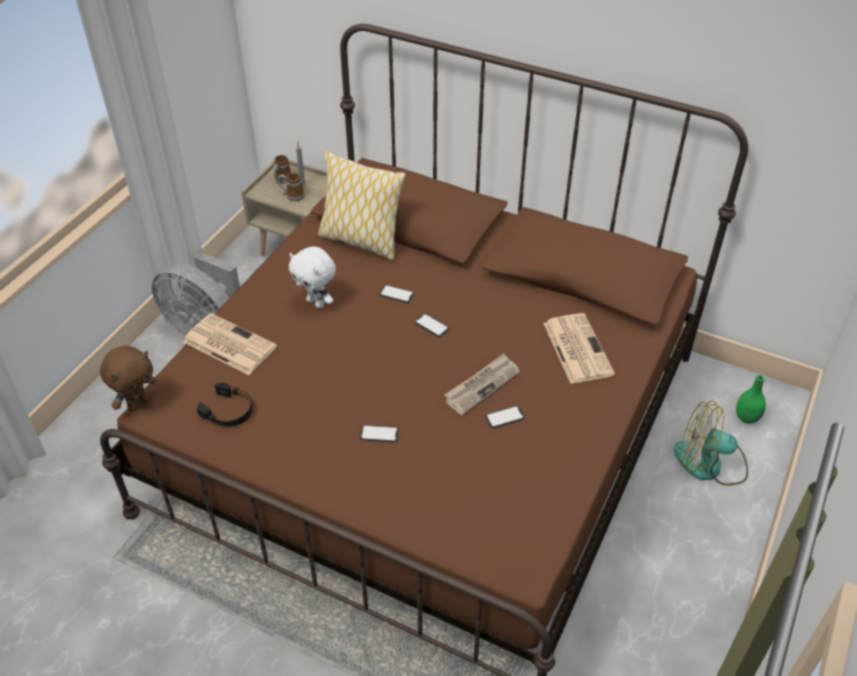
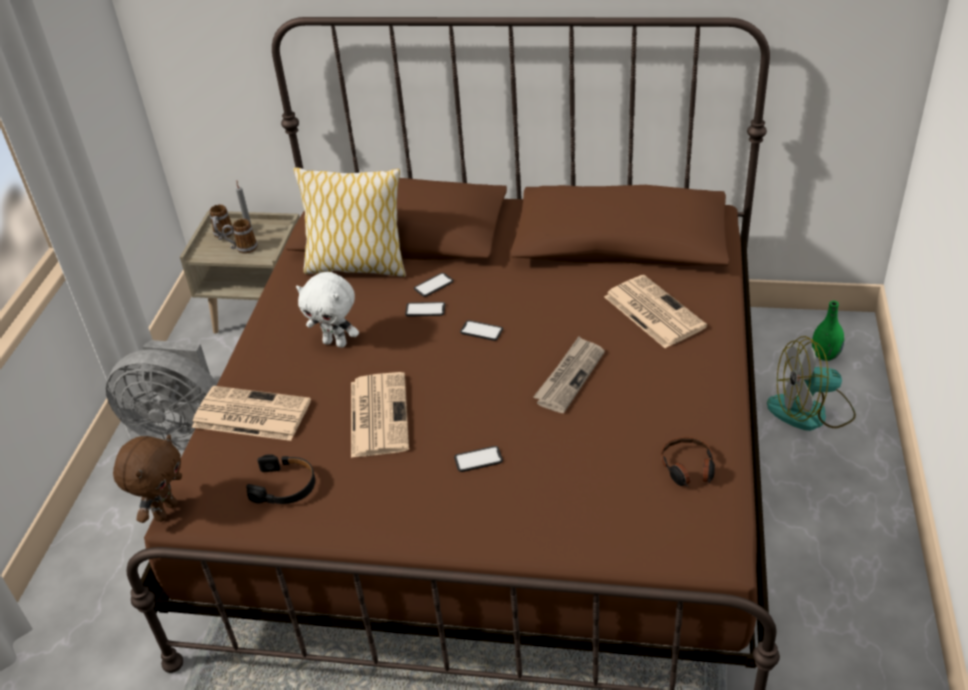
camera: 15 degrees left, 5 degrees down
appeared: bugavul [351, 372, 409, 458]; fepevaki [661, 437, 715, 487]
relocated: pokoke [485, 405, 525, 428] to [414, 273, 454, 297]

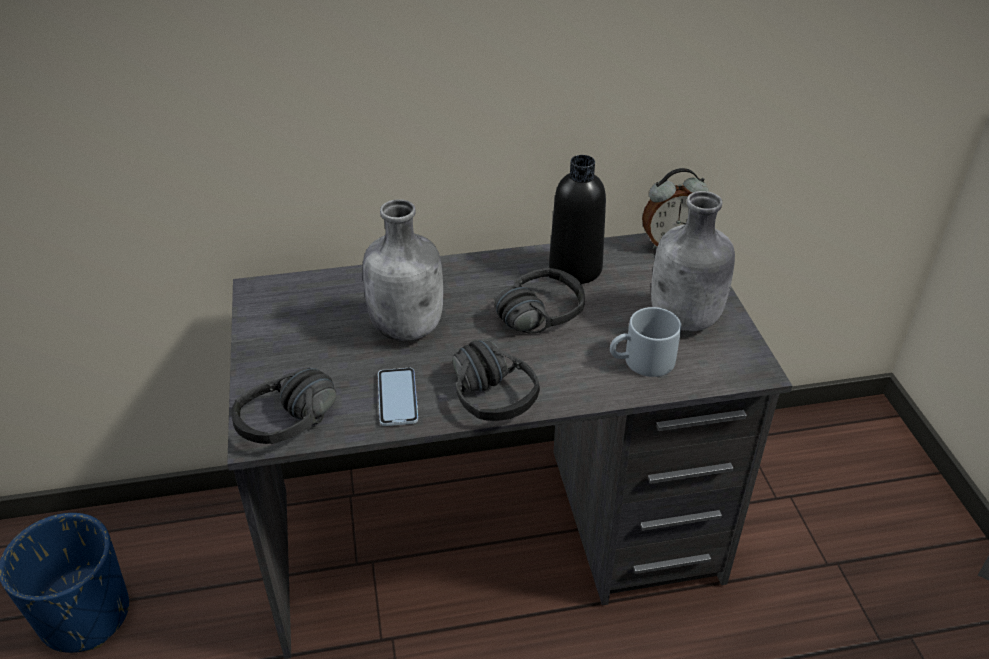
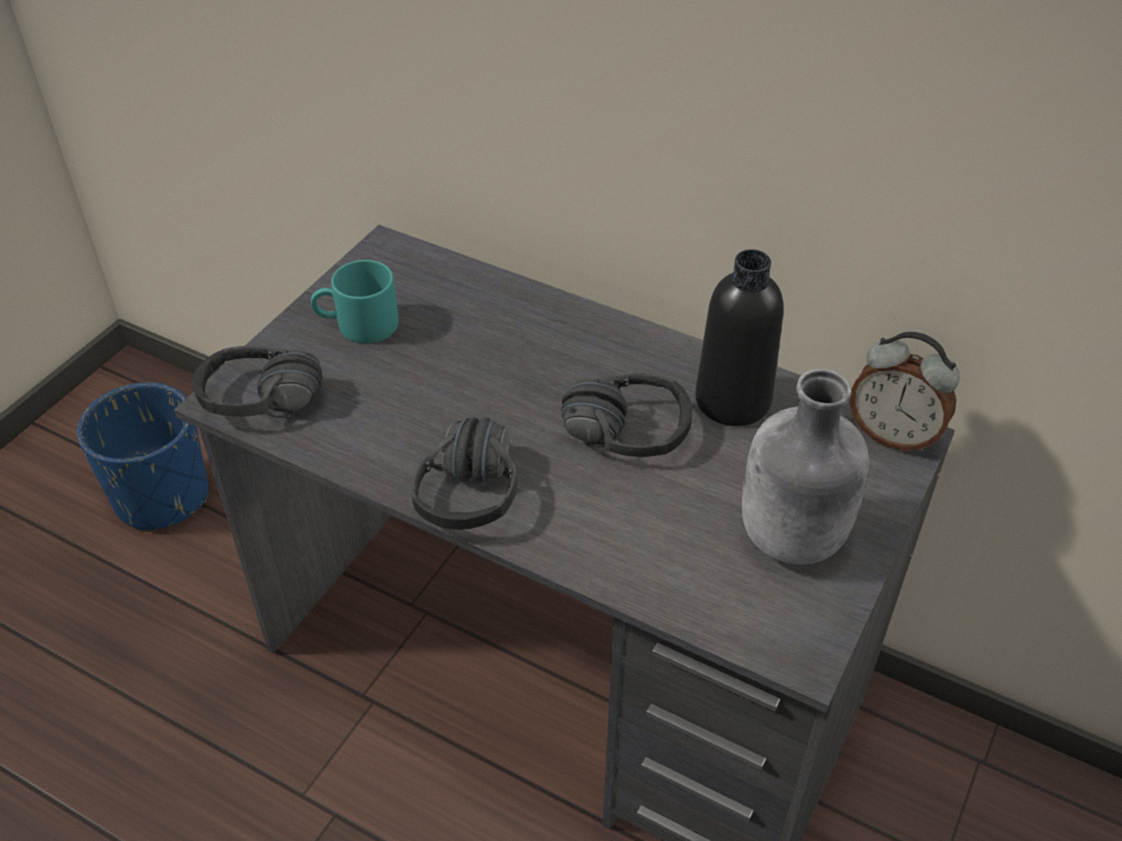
camera: 40 degrees right, 5 degrees up
missing: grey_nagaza [363, 199, 443, 341]; pokoke [378, 368, 418, 426]; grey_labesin [610, 307, 681, 377]
appeared: turquoise_labesin [311, 260, 399, 343]

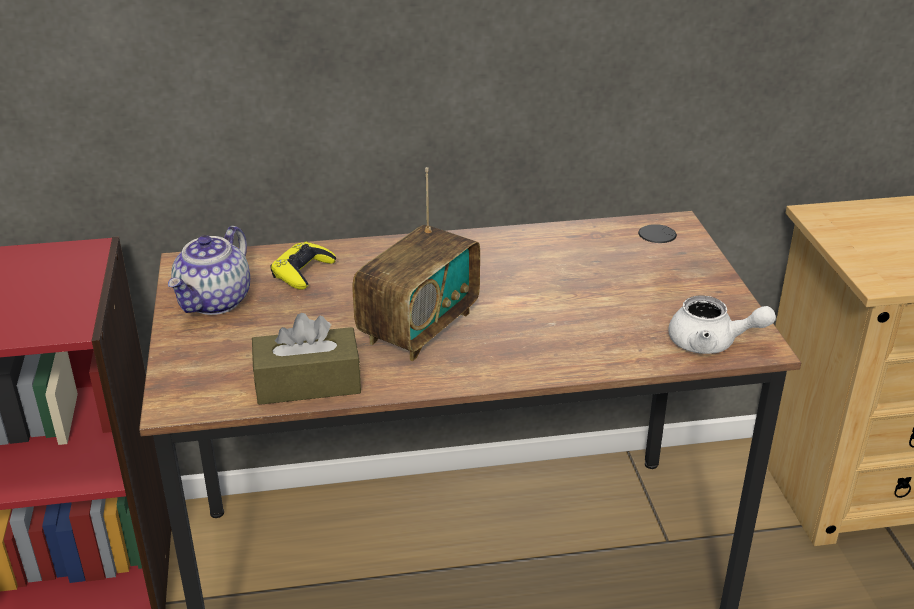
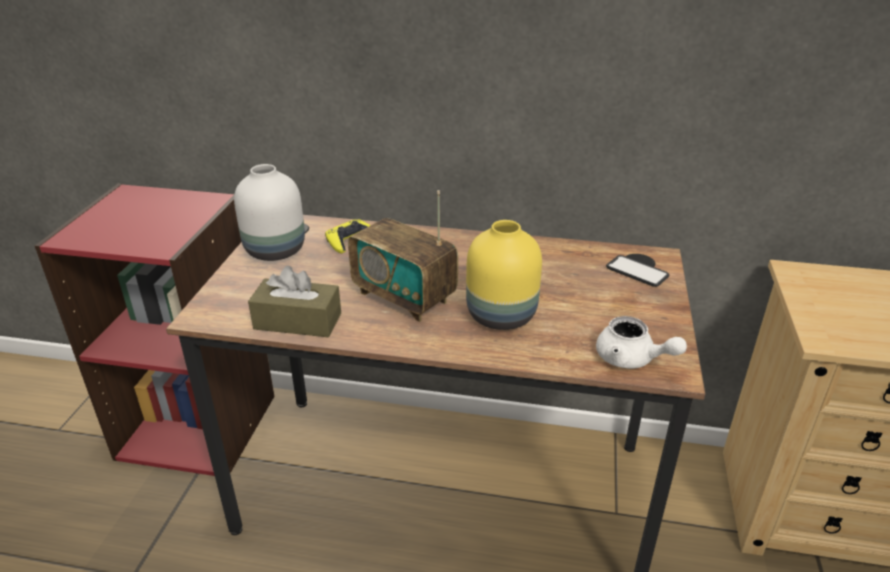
camera: 20 degrees right, 0 degrees up
appeared: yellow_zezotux [466, 220, 542, 330]; pokoke [606, 255, 670, 287]
exchanged: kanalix [168, 226, 250, 315] to white_zezotux [234, 164, 305, 261]
spun: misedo [352, 167, 480, 361] = [348, 190, 458, 322] 75 degrees clockwise

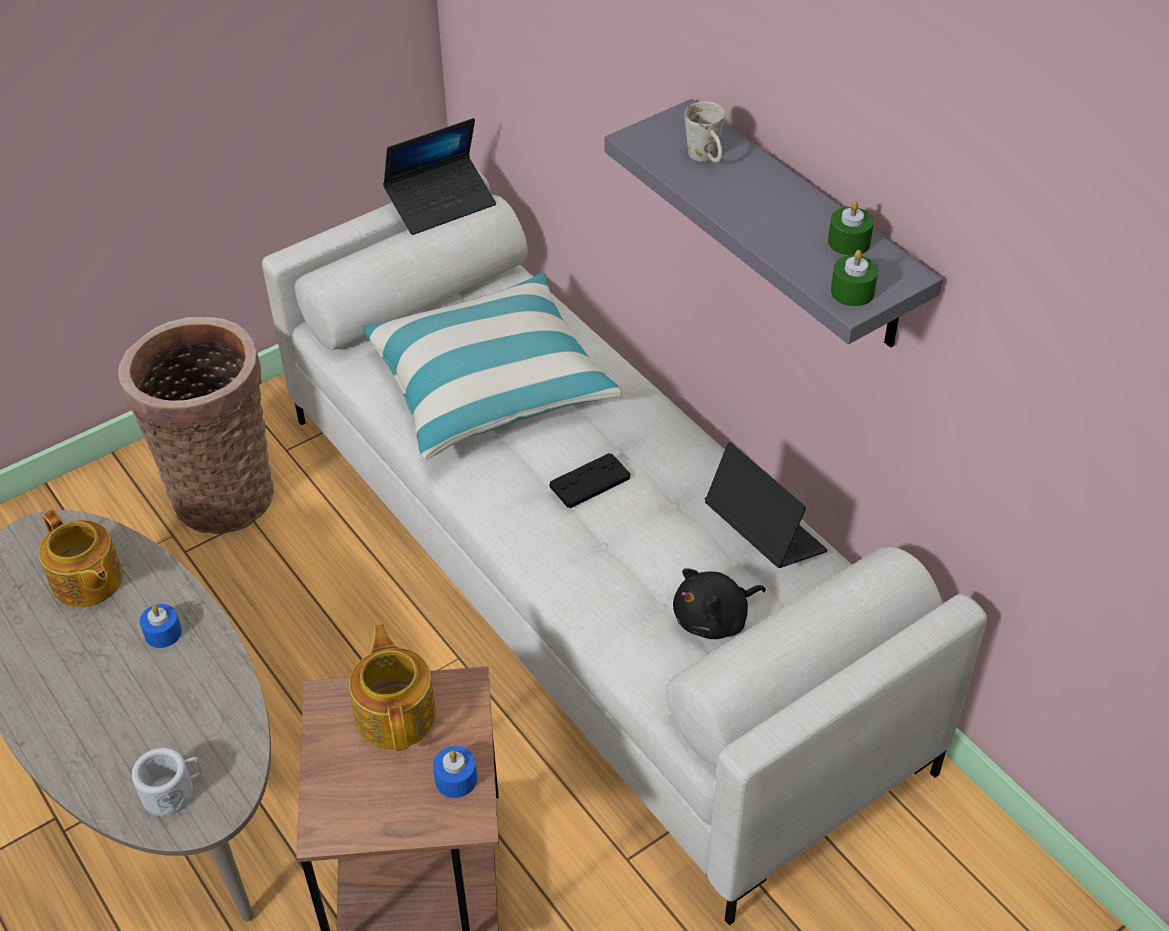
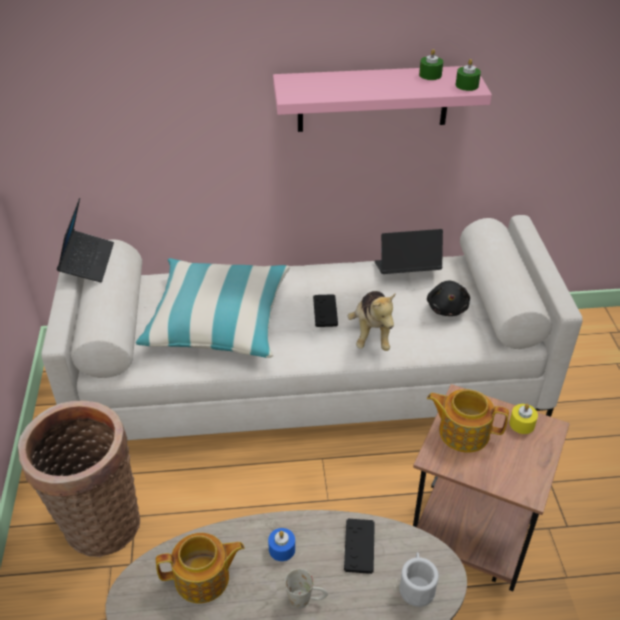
camera: 60 degrees left, 5 degrees down
appeared: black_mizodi [344, 519, 375, 574]; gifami [348, 291, 396, 351]
relocated: white_labesin [684, 101, 725, 163] to [285, 569, 328, 609]
colour: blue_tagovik [433, 746, 477, 798] to yellow_tagovik [509, 404, 538, 434]; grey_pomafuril [605, 99, 943, 348] to pink_pomafuril [273, 66, 492, 132]

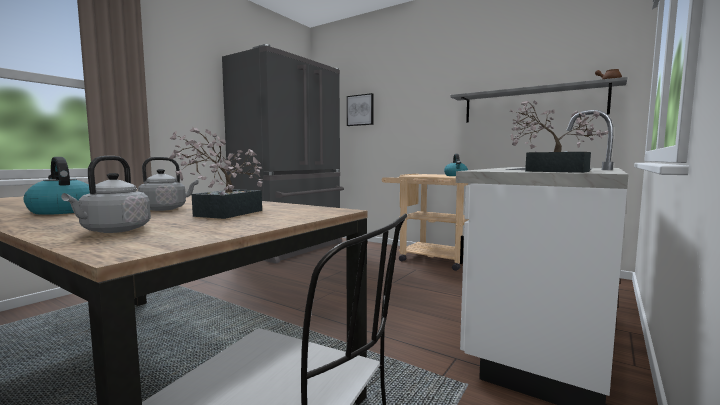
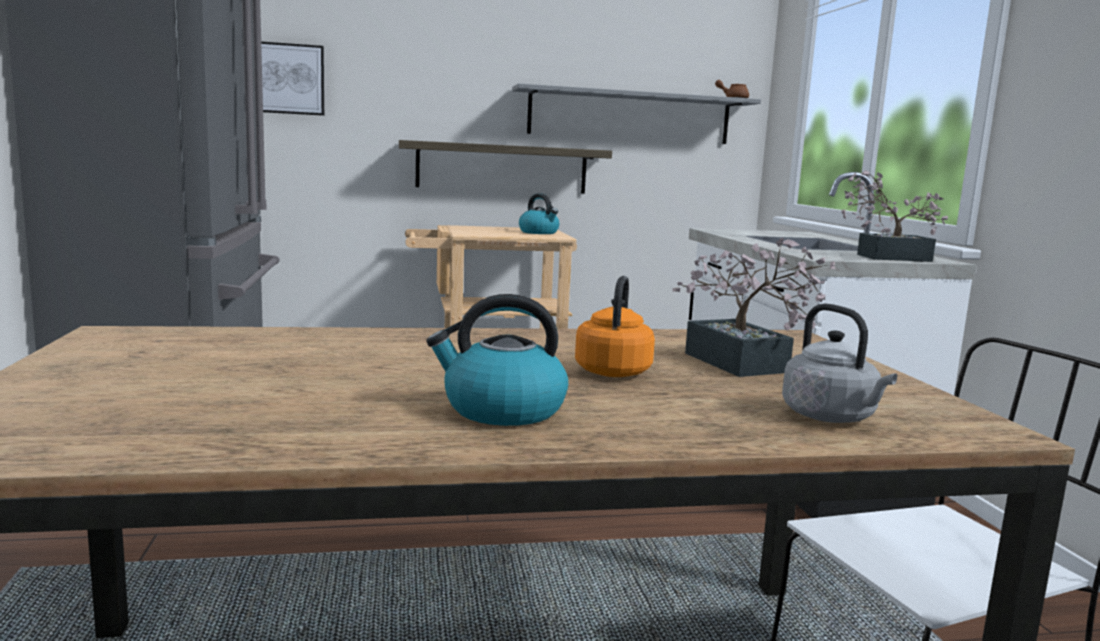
camera: 45 degrees left, 5 degrees up
appeared: pomafuril [399, 140, 612, 194]
colour: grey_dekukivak [138, 157, 198, 211] to orange_dekukivak [575, 276, 655, 377]

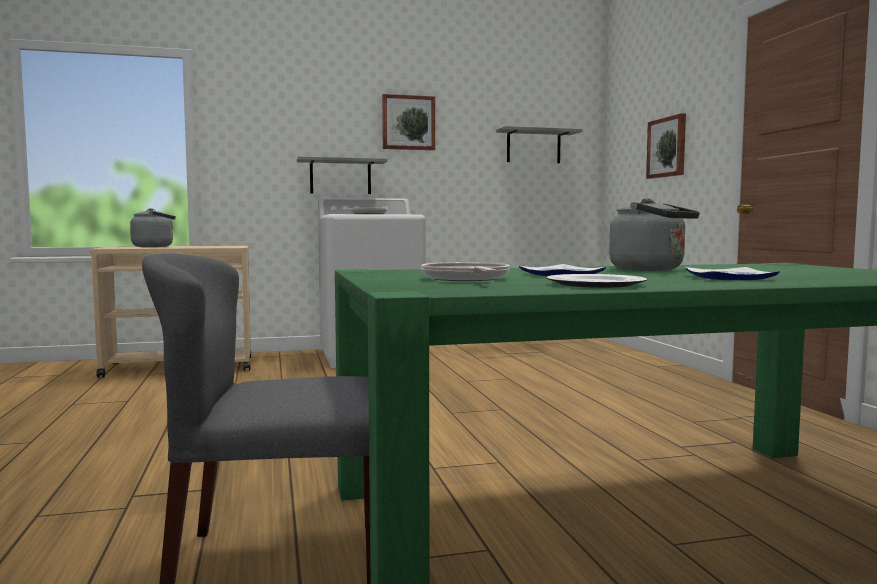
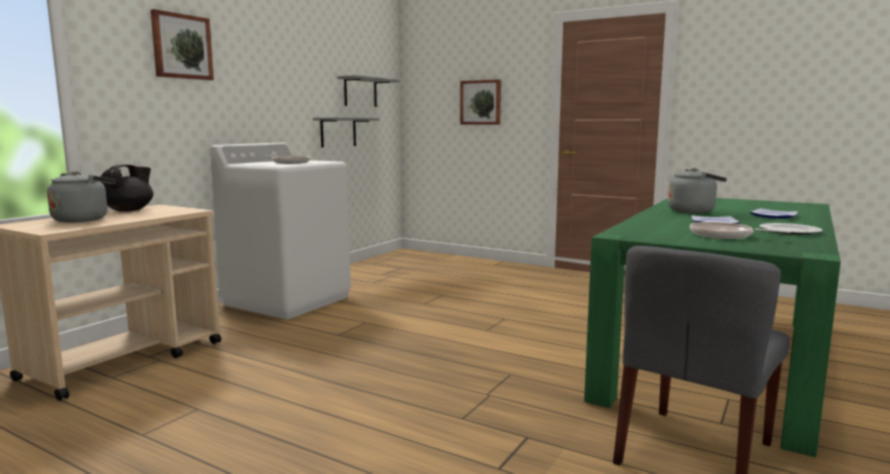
camera: 45 degrees left, 5 degrees up
appeared: black_kanalix [101, 165, 153, 212]
relocated: grey_pomafuril [297, 156, 387, 194] to [313, 118, 379, 148]; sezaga [382, 94, 435, 150] to [151, 9, 214, 80]

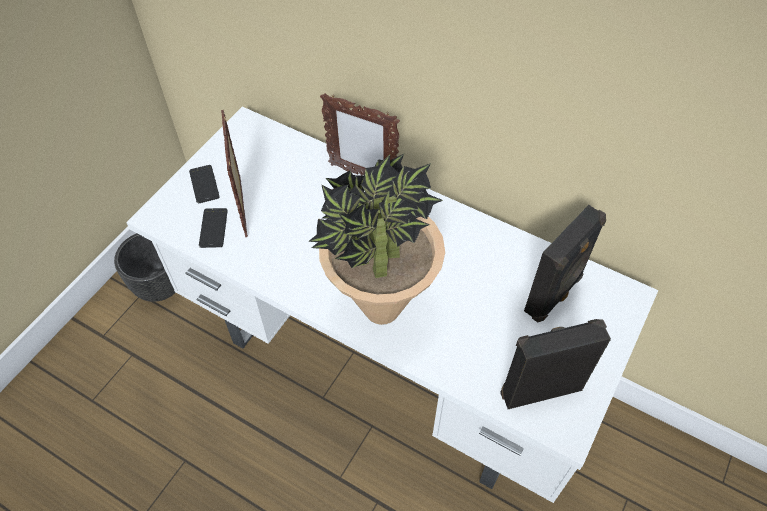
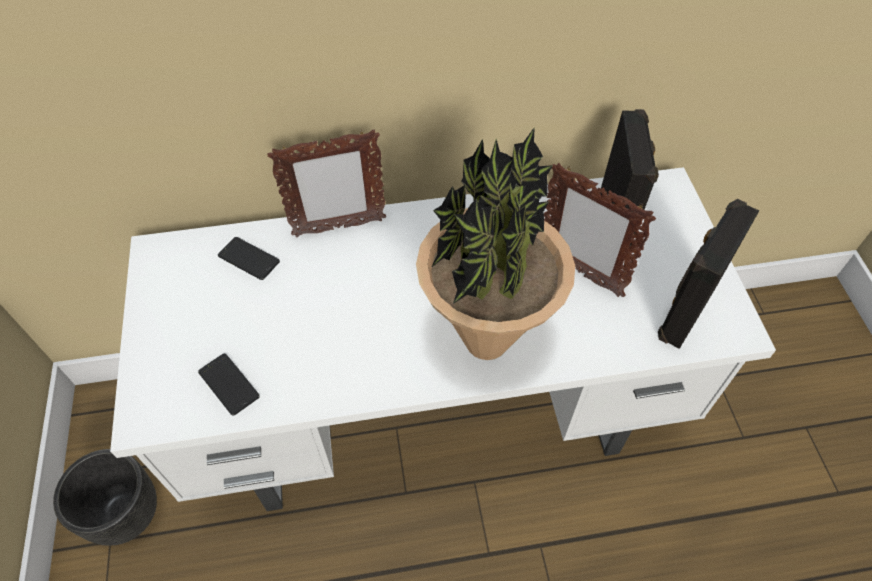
camera: 40 degrees left, 0 degrees up
relocated: pokoke [189, 165, 220, 203] to [218, 237, 280, 280]; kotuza [221, 110, 248, 237] to [544, 163, 656, 297]

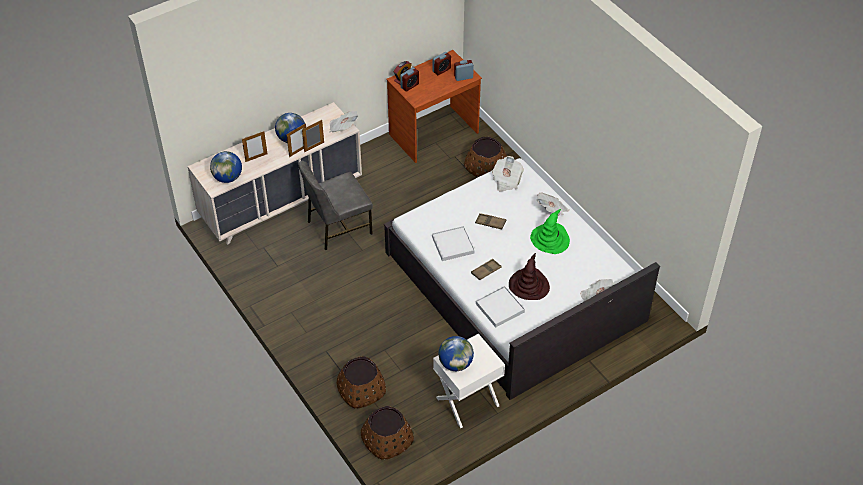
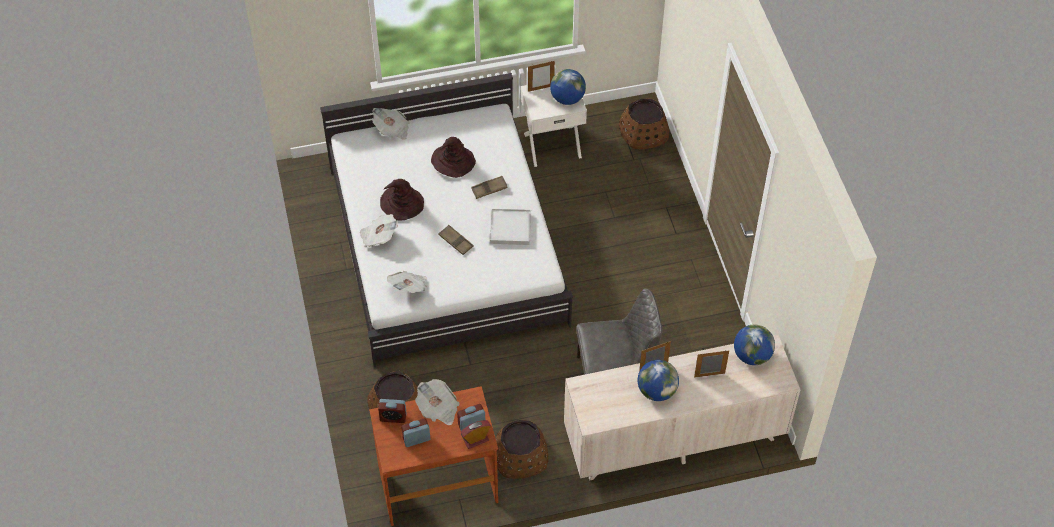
camera: 160 degrees left, 5 degrees up
missing: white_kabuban [476, 286, 525, 328]
relocated: kotuza [302, 120, 324, 153] to [528, 61, 555, 92]; bugavul [329, 111, 358, 133] to [415, 379, 460, 425]; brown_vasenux [337, 356, 386, 408] to [495, 420, 548, 479]
colour: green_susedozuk [530, 209, 570, 254] to brown_susedozuk [380, 179, 424, 220]

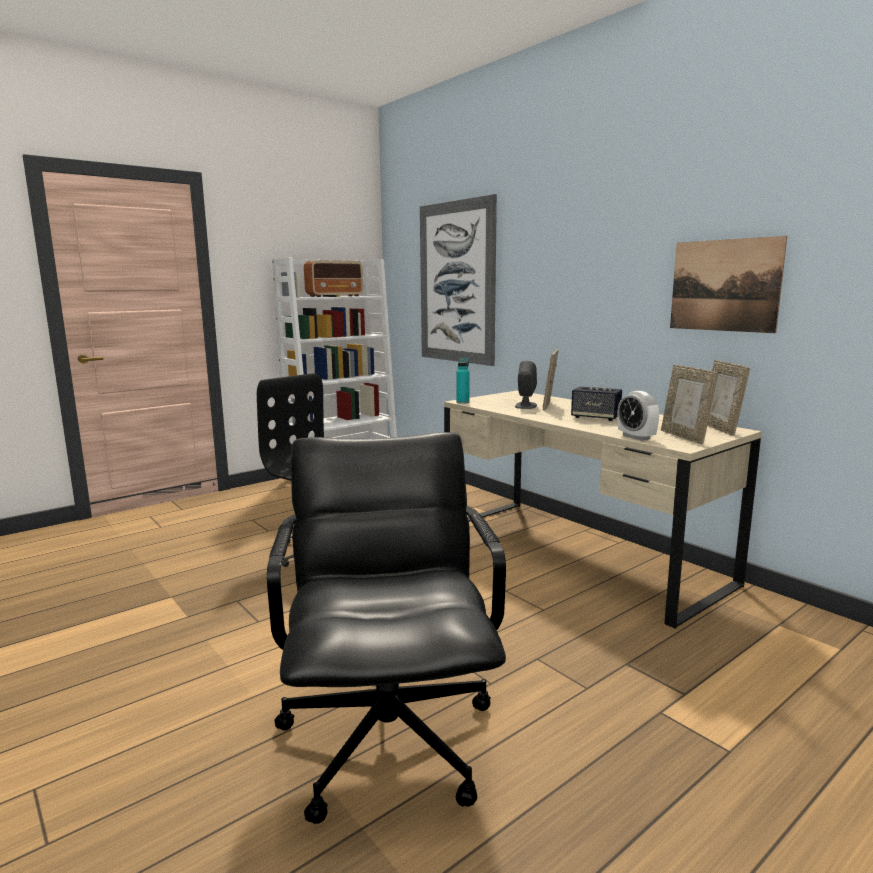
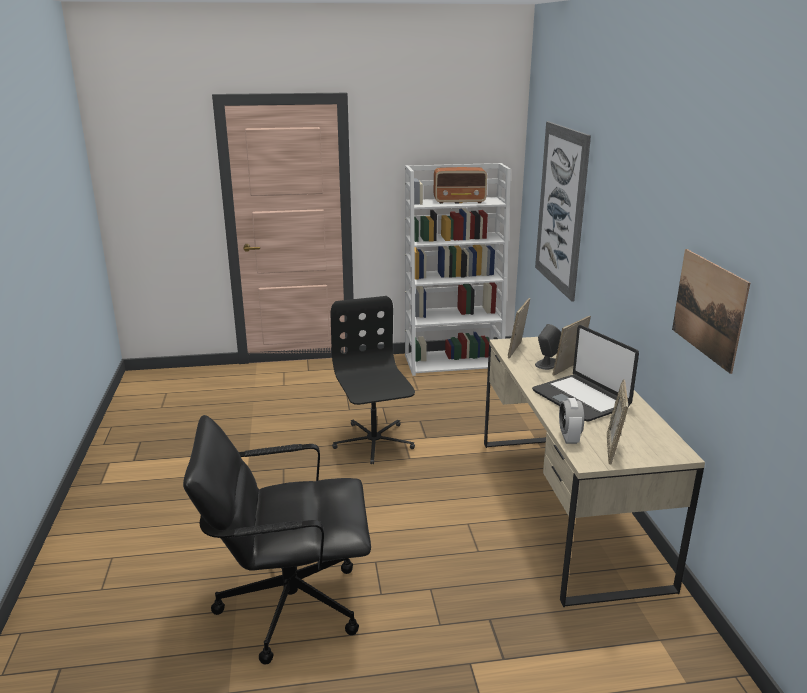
camera: 30 degrees right, 10 degrees up
missing: turquoise_nagaza [456, 358, 470, 404]
relocated: kotuza [708, 360, 750, 436] to [508, 298, 530, 358]
exchanged: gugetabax [571, 386, 622, 421] to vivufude [532, 325, 639, 421]
spun: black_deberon [267, 432, 506, 824] = [183, 415, 371, 664] 120 degrees counterclockwise

